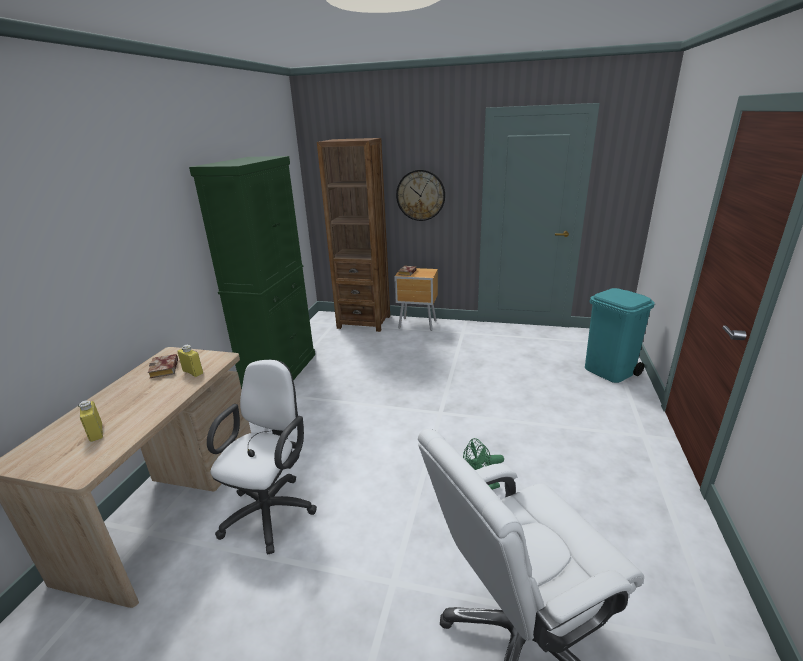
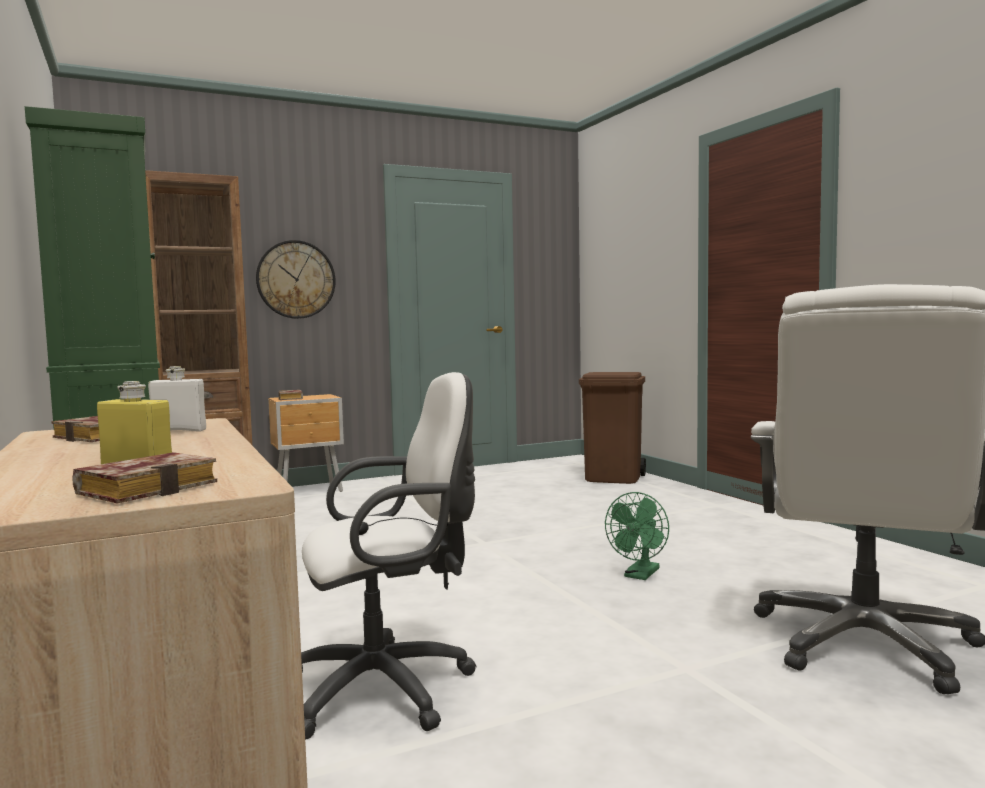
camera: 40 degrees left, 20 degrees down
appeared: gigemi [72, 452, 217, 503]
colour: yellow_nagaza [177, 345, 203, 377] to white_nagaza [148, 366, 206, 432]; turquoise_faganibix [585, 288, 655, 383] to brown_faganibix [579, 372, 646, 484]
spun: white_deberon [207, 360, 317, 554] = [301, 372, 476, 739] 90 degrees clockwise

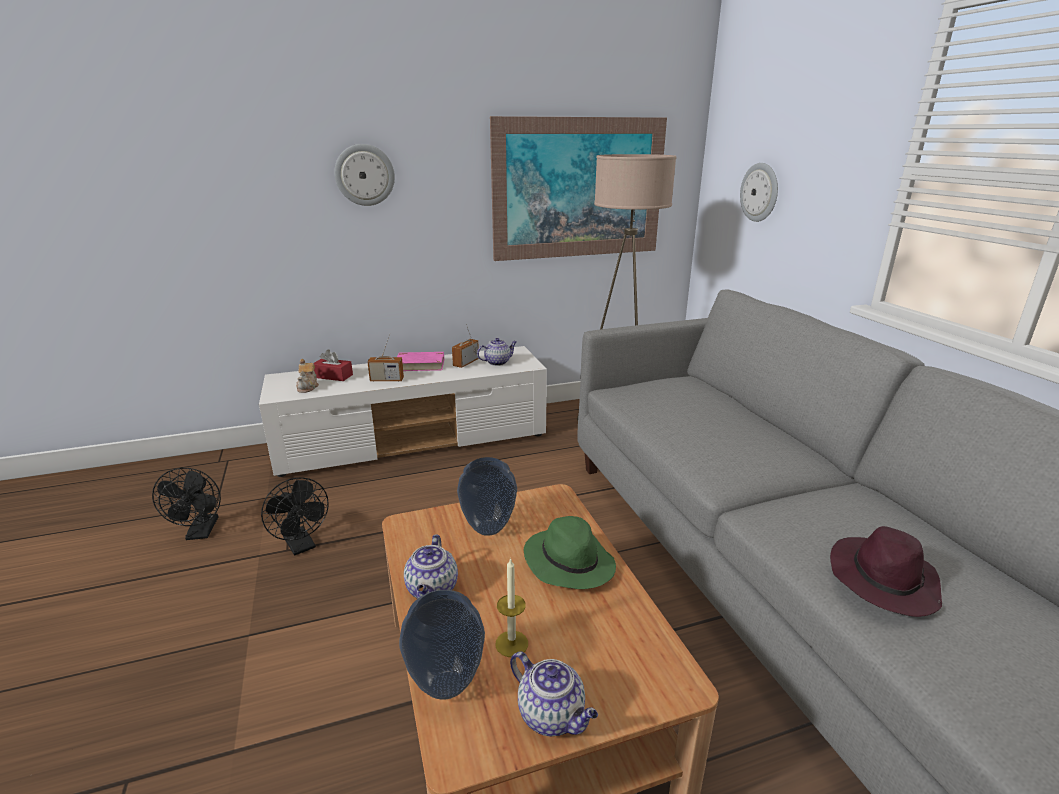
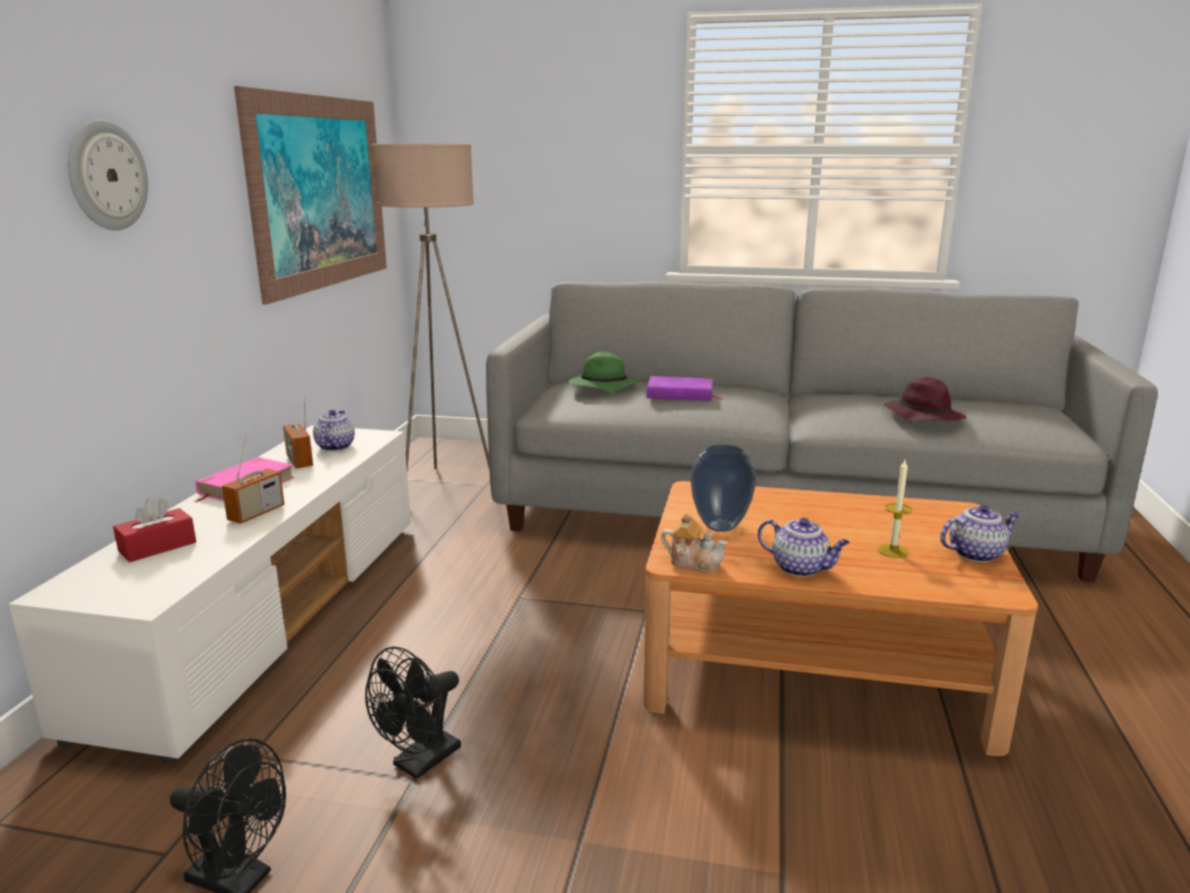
camera: 60 degrees left, 5 degrees down
missing: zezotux [399, 590, 485, 700]; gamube [740, 163, 778, 222]
appeared: purple_gigemi [647, 376, 724, 401]
relocated: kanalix [296, 359, 319, 393] to [661, 514, 728, 573]; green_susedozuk [524, 516, 616, 589] to [568, 352, 640, 392]
spun: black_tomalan [261, 478, 329, 556] = [365, 646, 461, 779] 135 degrees clockwise

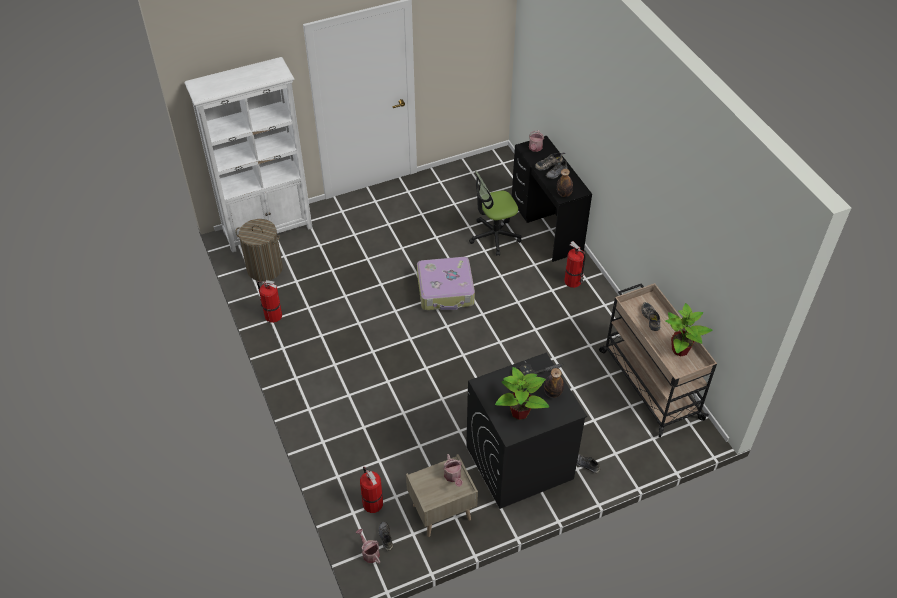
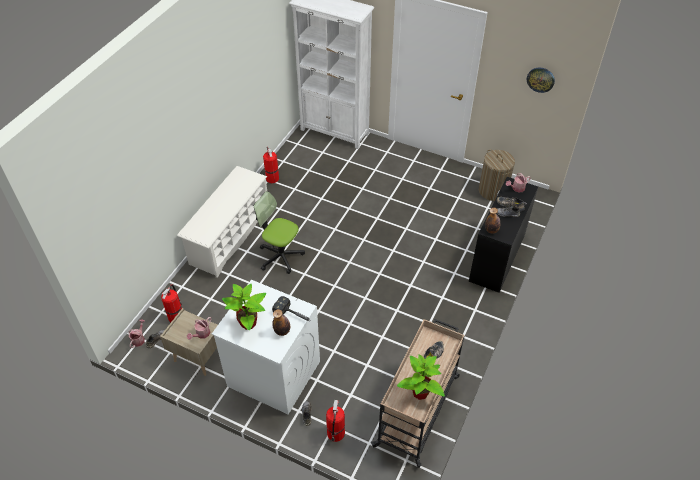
camera: 50 degrees right, 0 degrees up
missing: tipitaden [417, 257, 475, 310]
appeared: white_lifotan [177, 166, 267, 278]; gamube [527, 68, 555, 93]
relocated: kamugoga [235, 219, 283, 281] to [479, 150, 515, 201]; deberon [469, 171, 521, 256] to [254, 191, 305, 274]; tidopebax [564, 241, 586, 288] to [326, 400, 345, 442]
colour: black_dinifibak [466, 353, 587, 509] to white_dinifibak [212, 280, 320, 414]

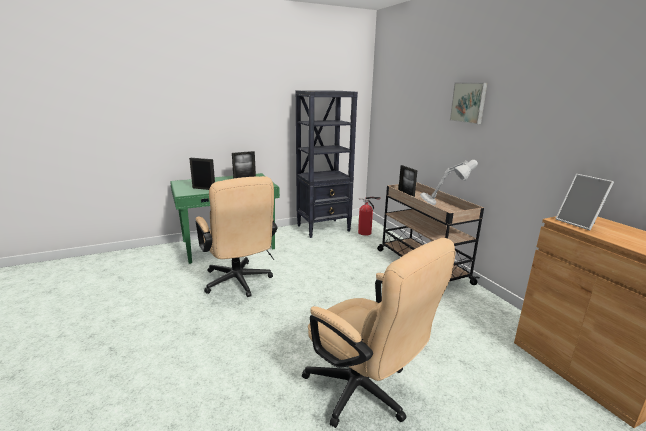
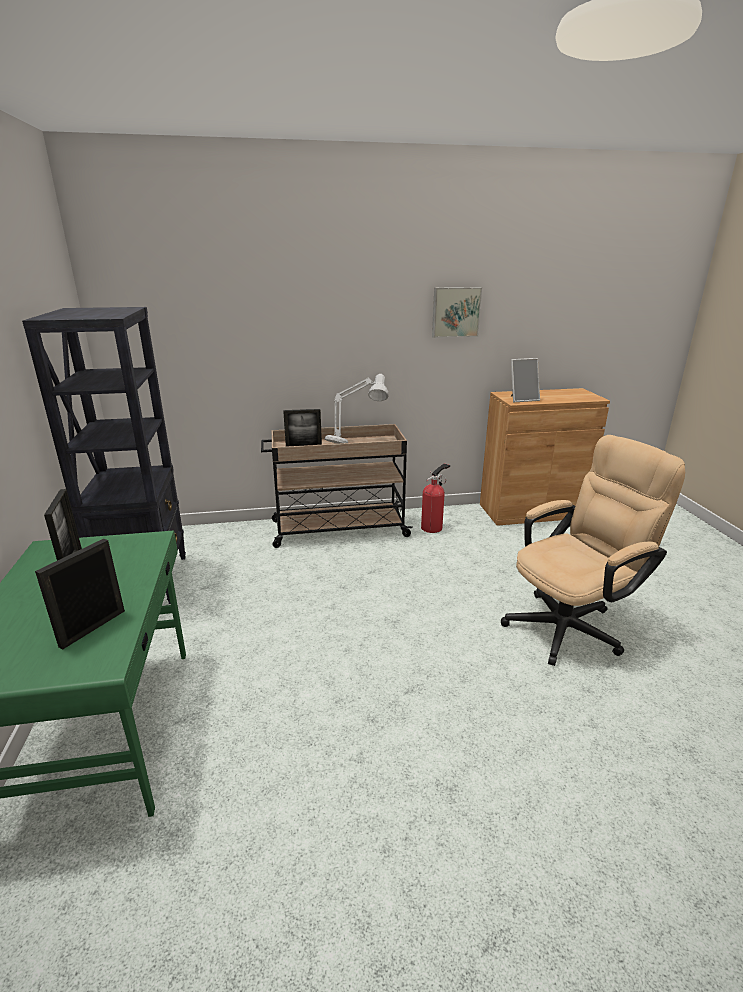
camera: 75 degrees left, 5 degrees up
missing: beige_deberon [195, 176, 277, 297]
relocated: tidopebax [358, 197, 381, 236] to [421, 464, 450, 533]; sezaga [450, 82, 487, 124] to [432, 287, 482, 338]

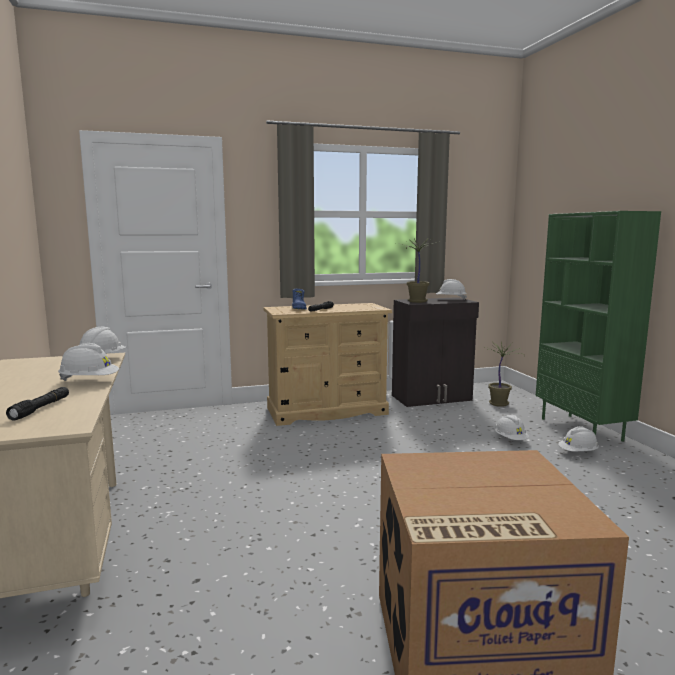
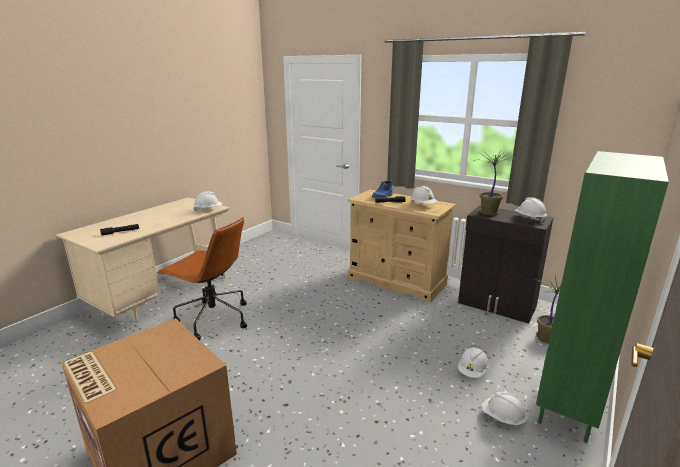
camera: 50 degrees right, 10 degrees up
appeared: brown_deberon [157, 217, 247, 340]
relocated: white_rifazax [58, 343, 119, 381] to [411, 186, 437, 204]

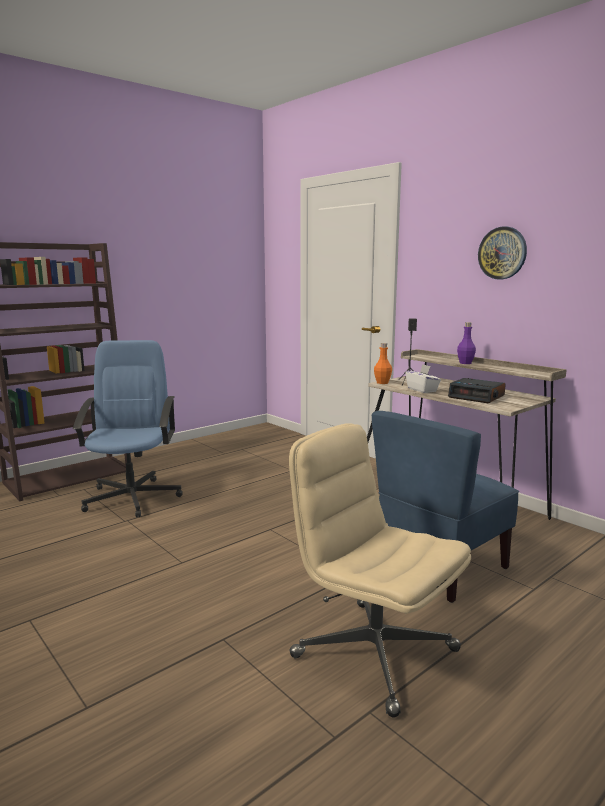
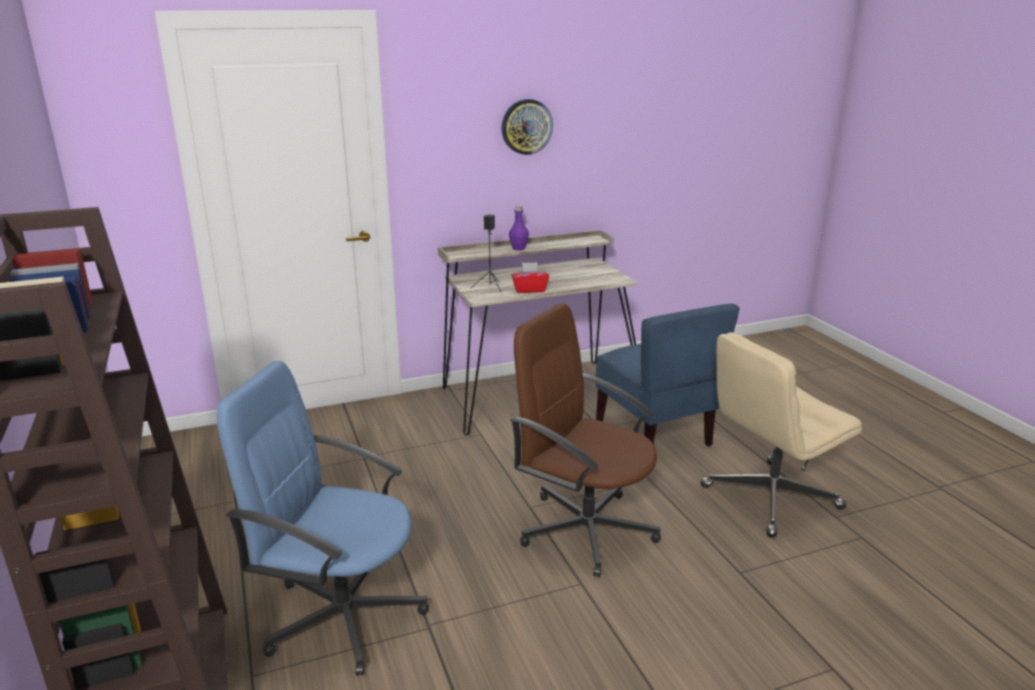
camera: 70 degrees left, 10 degrees up
missing: orange_nagaza [374, 343, 392, 384]; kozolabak [448, 378, 506, 403]
appeared: brown_deberon [510, 303, 661, 577]
colour: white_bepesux [406, 364, 441, 393] to red_bepesux [511, 262, 549, 293]

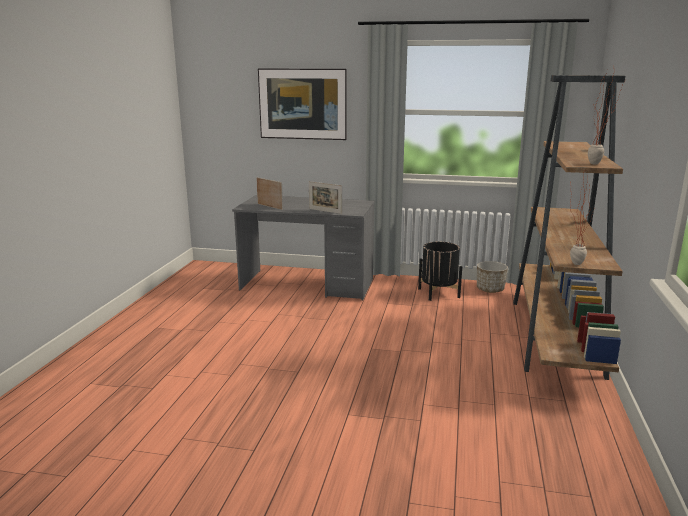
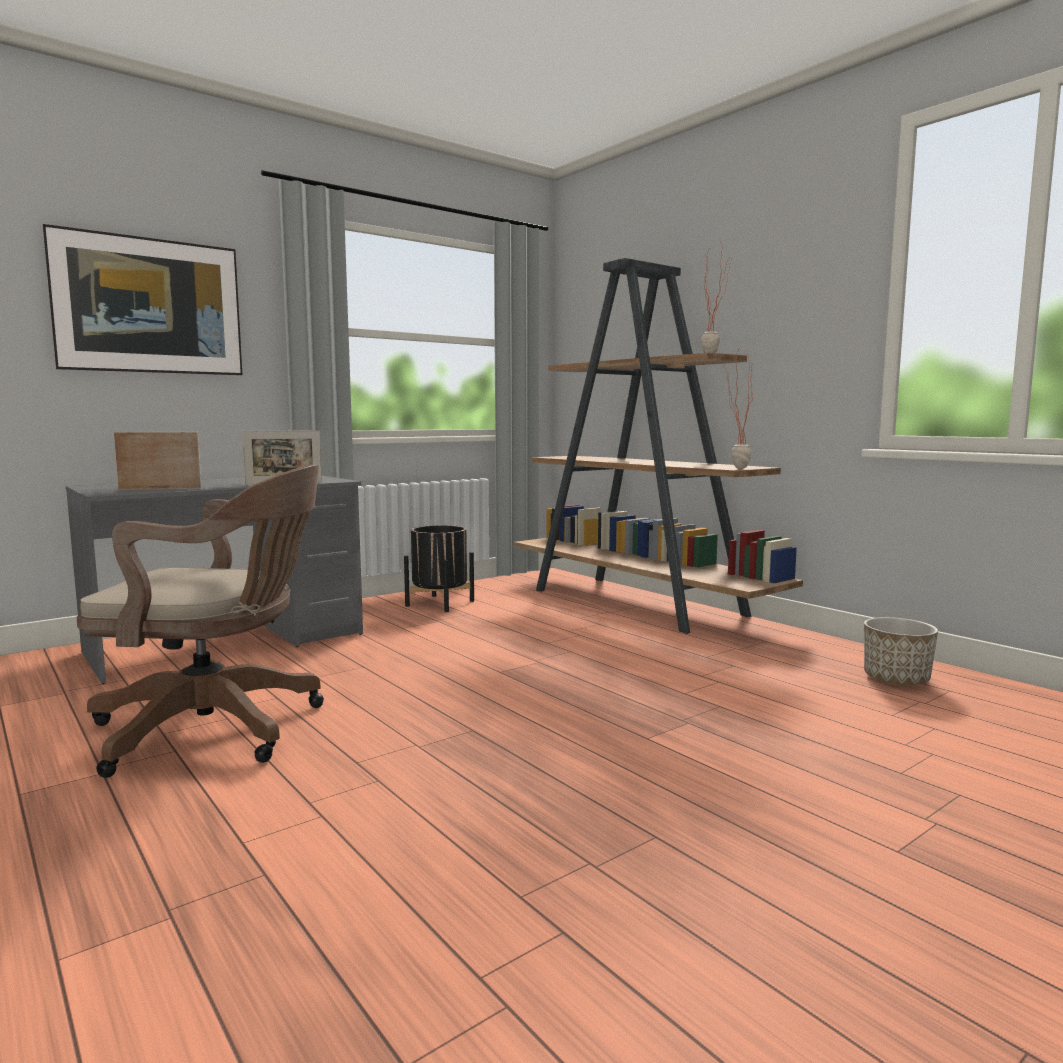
camera: 50 degrees left, 10 degrees down
appeared: brown_deberon [77, 464, 324, 778]
relocated: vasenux [477, 261, 508, 293] to [864, 617, 938, 686]

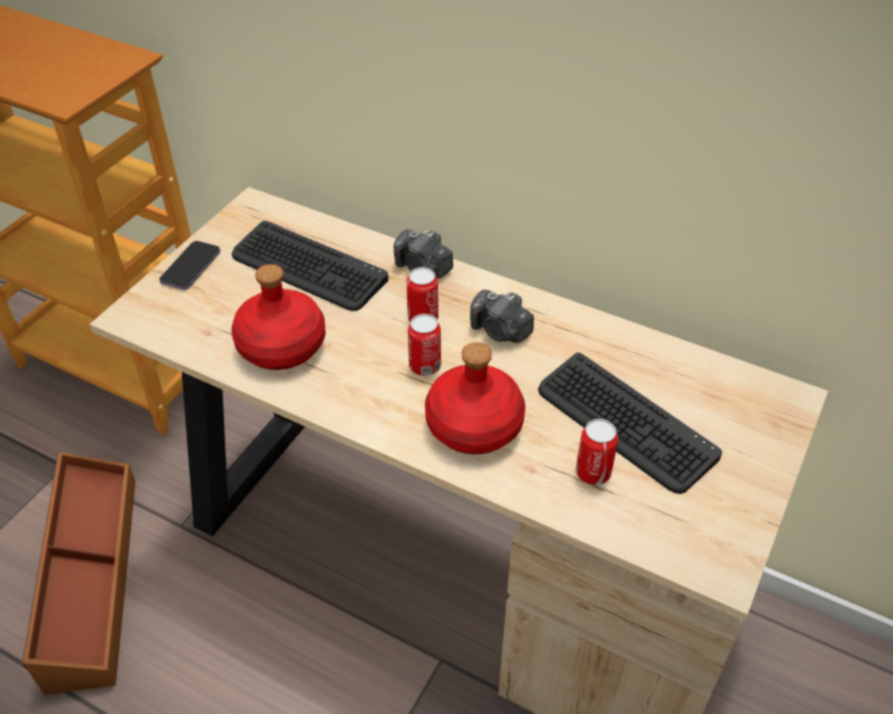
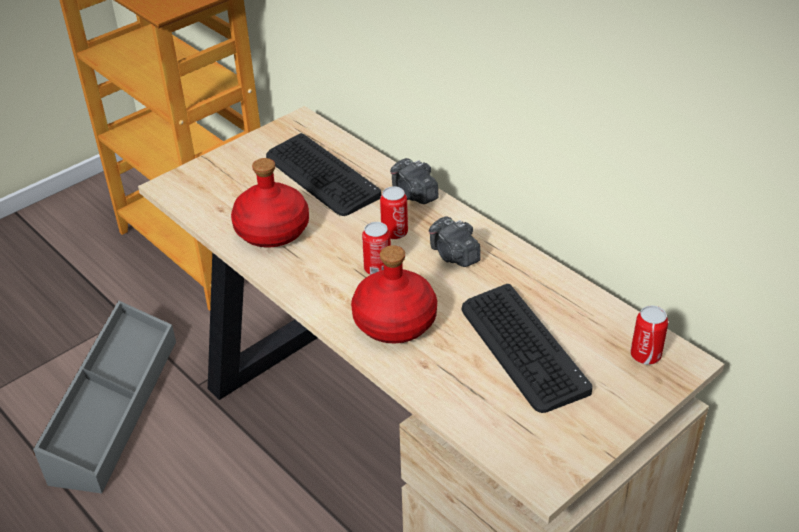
camera: 20 degrees right, 5 degrees down
missing: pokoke [159, 241, 221, 290]
relocated: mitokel [576, 419, 618, 485] to [630, 305, 668, 365]
colour: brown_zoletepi [22, 452, 135, 695] to grey_zoletepi [33, 300, 176, 494]

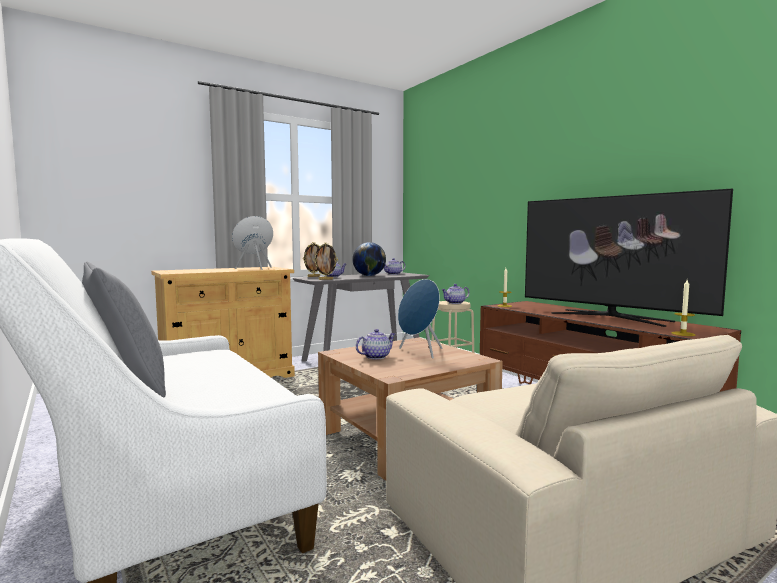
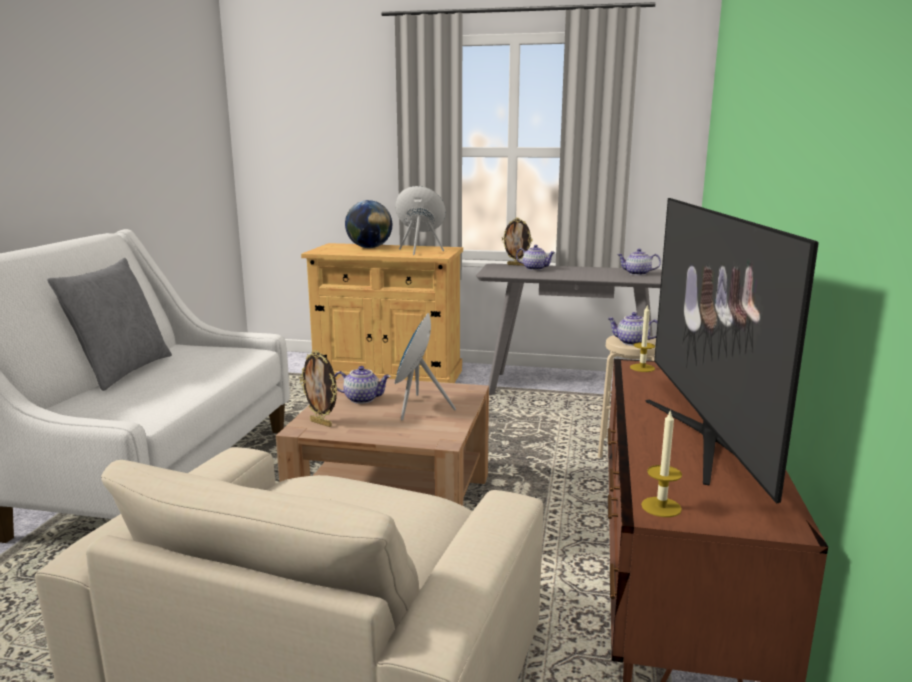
camera: 45 degrees right, 10 degrees up
relocated: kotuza [314, 243, 338, 280] to [300, 350, 338, 427]; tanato [352, 242, 386, 276] to [345, 200, 392, 248]

